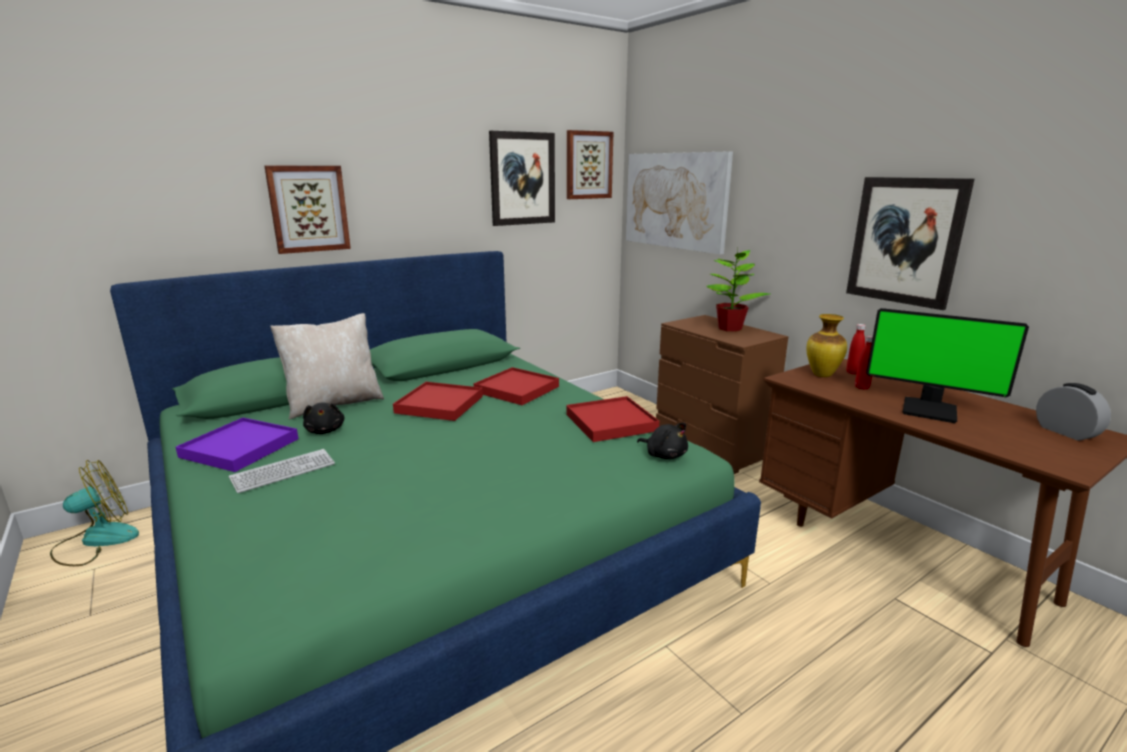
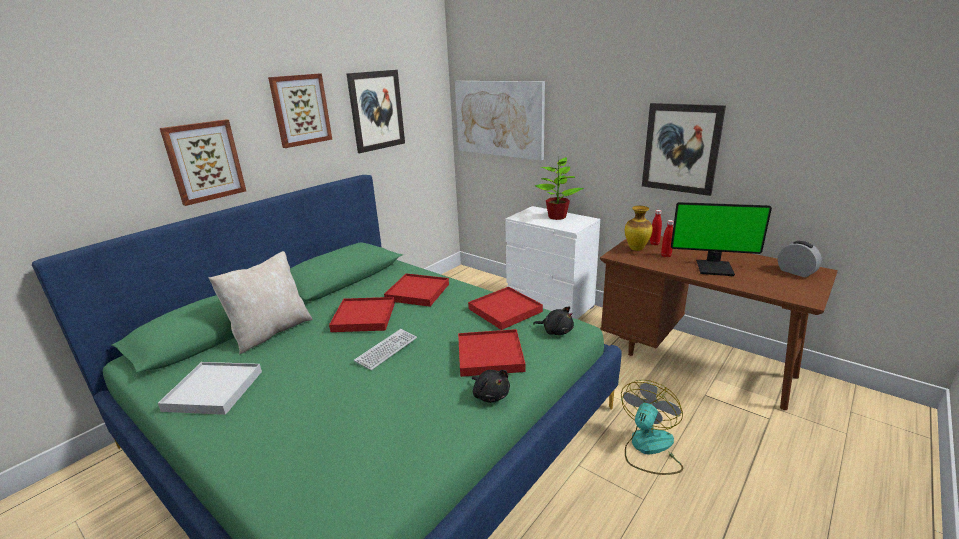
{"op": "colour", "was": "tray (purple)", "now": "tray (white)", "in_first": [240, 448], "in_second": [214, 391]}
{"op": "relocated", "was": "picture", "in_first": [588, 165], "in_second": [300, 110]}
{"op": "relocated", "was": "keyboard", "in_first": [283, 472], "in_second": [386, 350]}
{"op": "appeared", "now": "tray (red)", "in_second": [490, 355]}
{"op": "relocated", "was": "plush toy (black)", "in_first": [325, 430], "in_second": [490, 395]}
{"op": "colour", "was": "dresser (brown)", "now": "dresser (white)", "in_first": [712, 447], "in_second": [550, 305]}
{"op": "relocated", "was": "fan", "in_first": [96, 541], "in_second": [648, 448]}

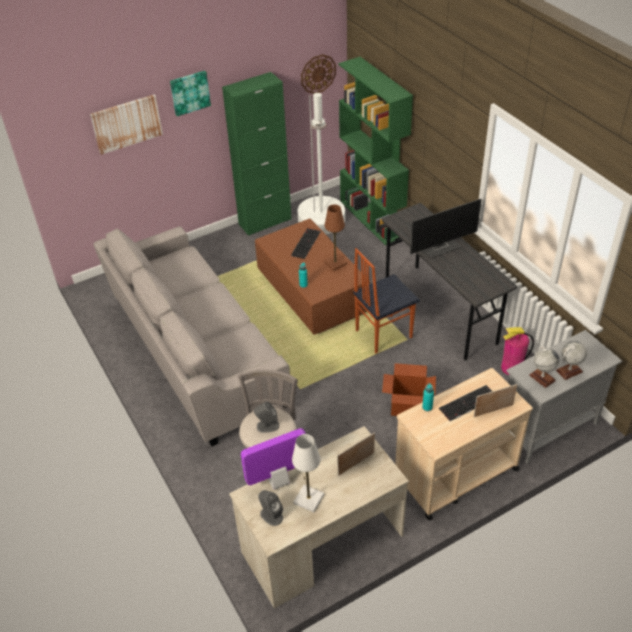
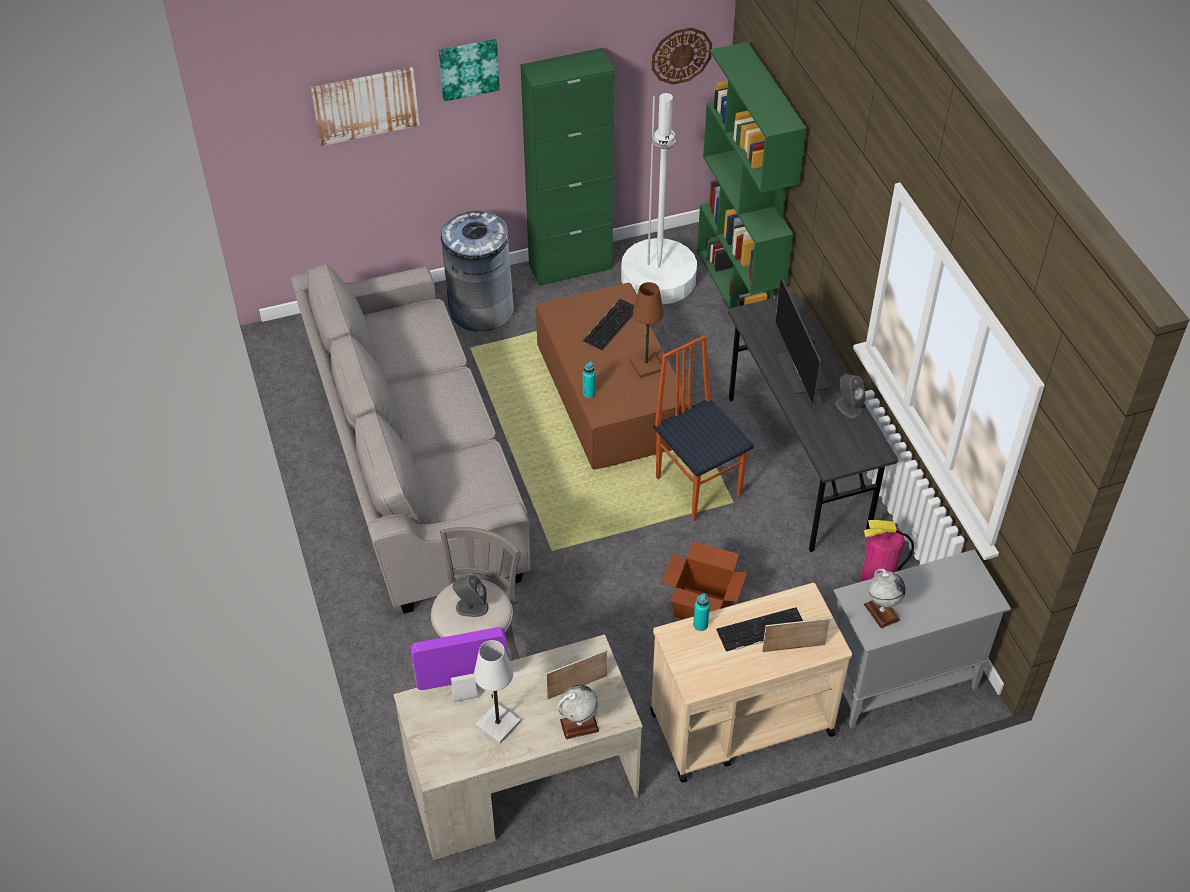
{"op": "appeared", "now": "trash can (grey)", "in_second": [481, 309]}
{"op": "relocated", "was": "globe", "in_first": [569, 371], "in_second": [579, 725]}
{"op": "spun", "was": "chair", "in_first": [382, 333], "in_second": [699, 485], "clockwise": 75}
{"op": "spun", "was": "monitor", "in_first": [440, 246], "in_second": [803, 373], "clockwise": 90}
{"op": "relocated", "was": "speaker (grey)", "in_first": [271, 515], "in_second": [848, 407]}

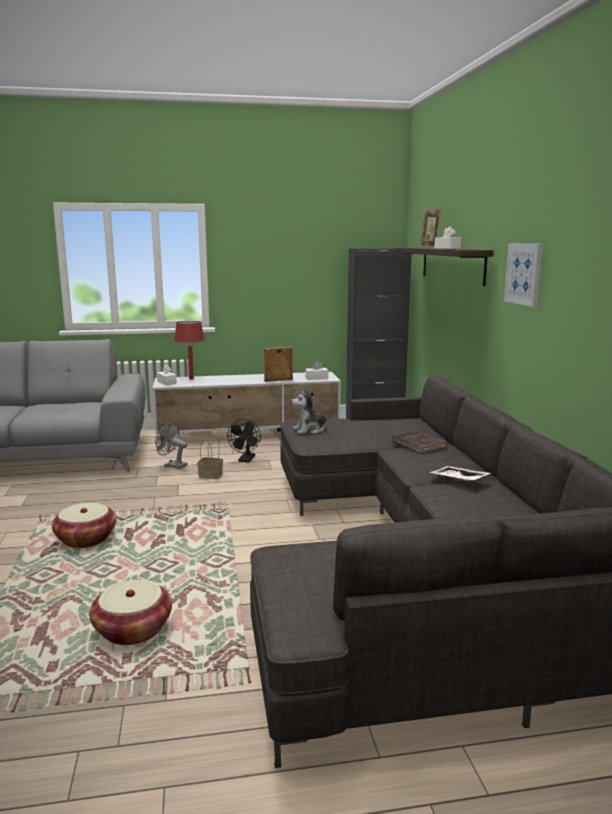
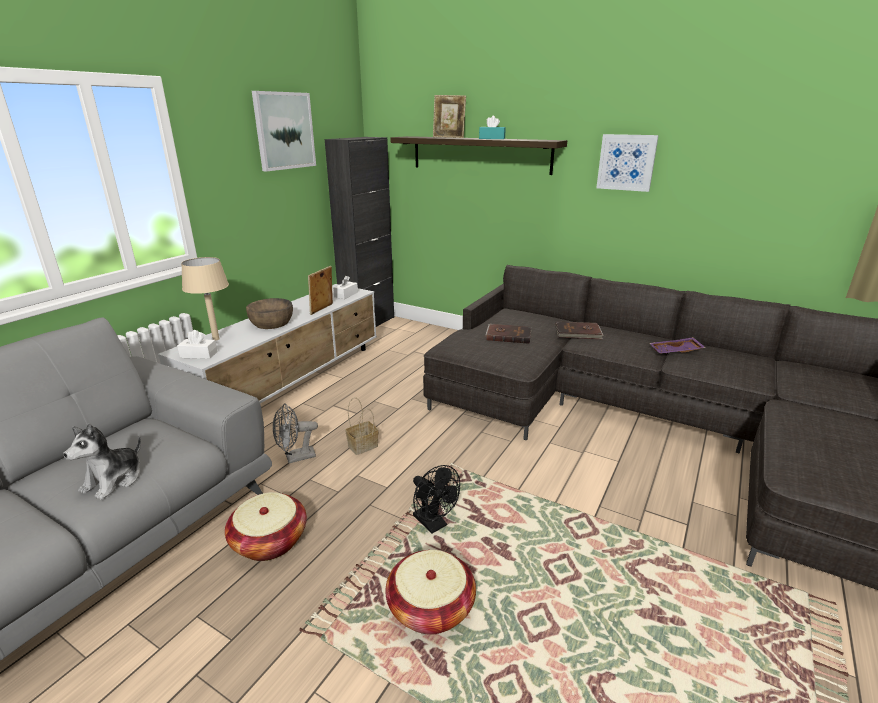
{"op": "relocated", "was": "plush toy", "in_first": [310, 430], "in_second": [114, 480]}
{"op": "colour", "was": "table lamp (red)", "now": "table lamp (beige)", "in_first": [191, 379], "in_second": [216, 339]}
{"op": "relocated", "was": "basket", "in_first": [133, 630], "in_second": [269, 541]}
{"op": "appeared", "now": "bowl (brown)", "in_second": [271, 323]}
{"op": "appeared", "now": "picture", "in_second": [284, 131]}
{"op": "relocated", "was": "fan (black)", "in_first": [246, 460], "in_second": [433, 524]}
{"op": "colour", "was": "tissue box (white)", "now": "tissue box (turquoise)", "in_first": [447, 248], "in_second": [492, 138]}
{"op": "appeared", "now": "book (brown)", "in_second": [508, 335]}
{"op": "colour", "was": "tray (white)", "now": "tray (purple)", "in_first": [458, 480], "in_second": [676, 352]}

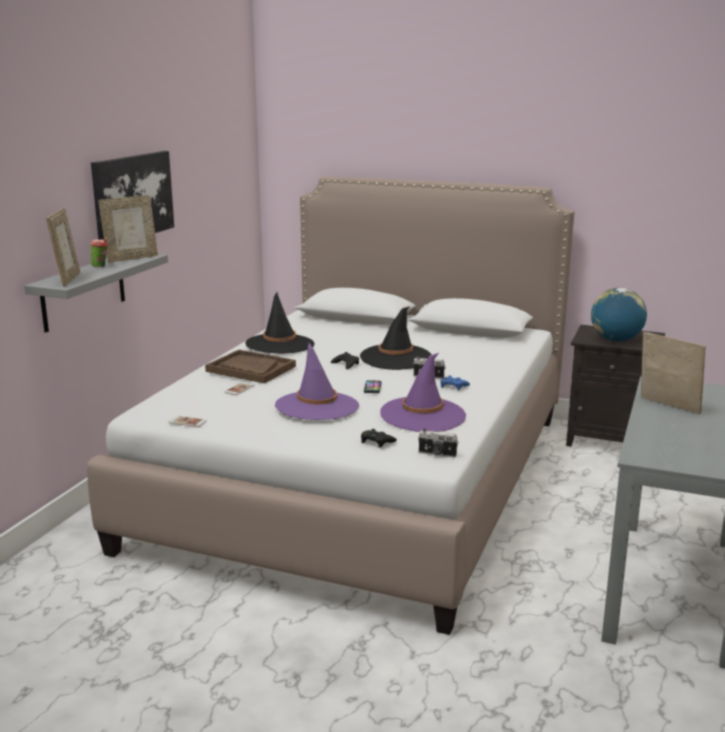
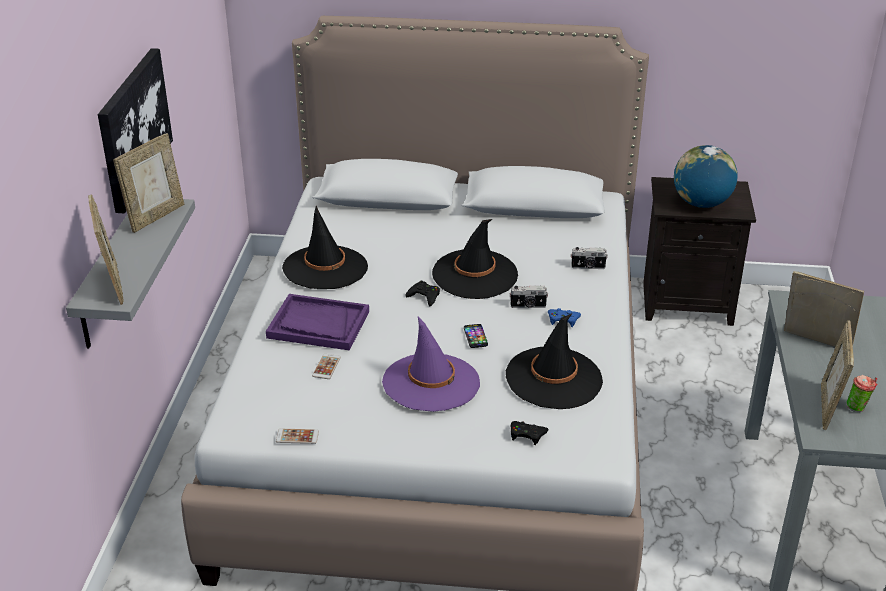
{"op": "colour", "was": "tray (brown)", "now": "tray (purple)", "in_first": [250, 369], "in_second": [318, 324]}
{"op": "colour", "was": "hat (purple)", "now": "hat (black)", "in_first": [423, 415], "in_second": [554, 378]}
{"op": "relocated", "was": "photo camera", "in_first": [437, 454], "in_second": [588, 267]}
{"op": "appeared", "now": "picture frame", "in_second": [828, 407]}
{"op": "relocated", "was": "cup", "in_first": [101, 267], "in_second": [858, 407]}

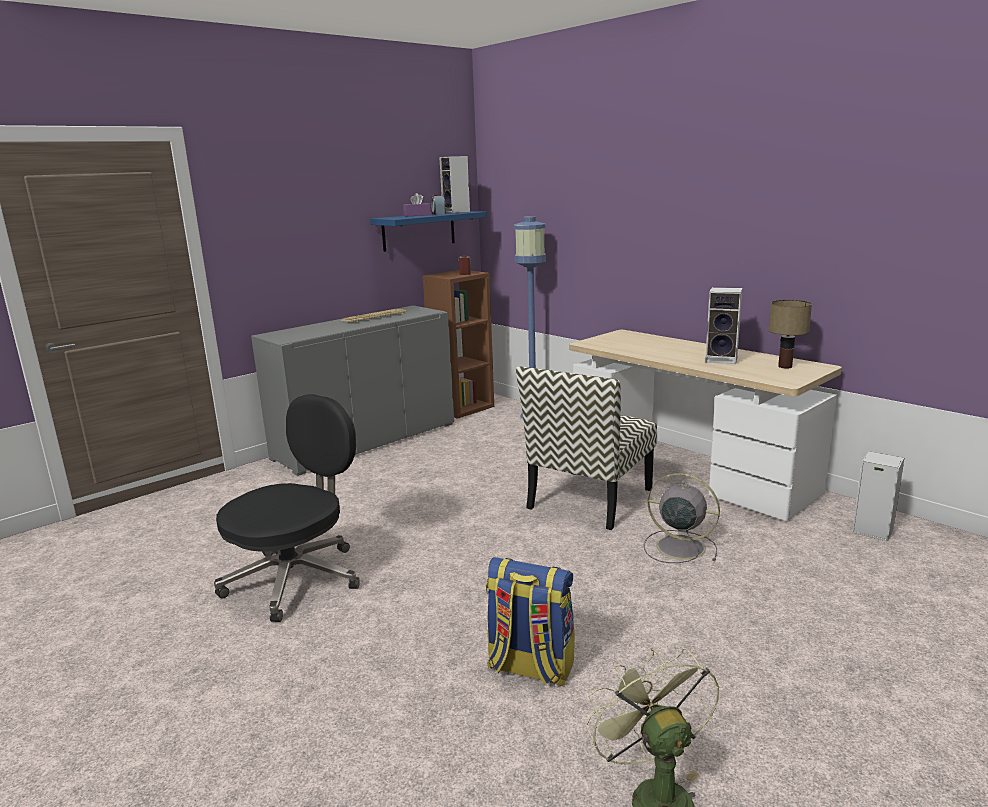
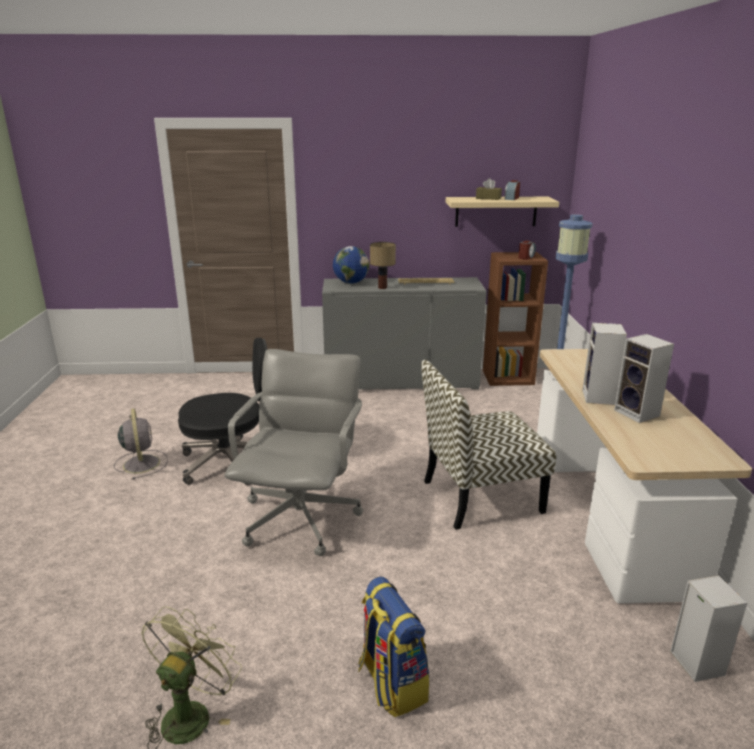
{"op": "relocated", "was": "fan (grey)", "in_first": [678, 547], "in_second": [141, 463]}
{"op": "appeared", "now": "office chair (grey)", "in_second": [301, 518]}
{"op": "appeared", "now": "globe", "in_second": [351, 282]}
{"op": "relocated", "was": "backpack", "in_first": [530, 667], "in_second": [391, 683]}
{"op": "relocated", "was": "table lamp", "in_first": [785, 367], "in_second": [382, 288]}
{"op": "colour", "was": "shelf (blue)", "now": "shelf (beige)", "in_first": [419, 230], "in_second": [496, 211]}
{"op": "colour", "was": "tissue box (purple)", "now": "tissue box (brown)", "in_first": [417, 215], "in_second": [488, 198]}
{"op": "relocated", "was": "speaker", "in_first": [457, 212], "in_second": [599, 398]}

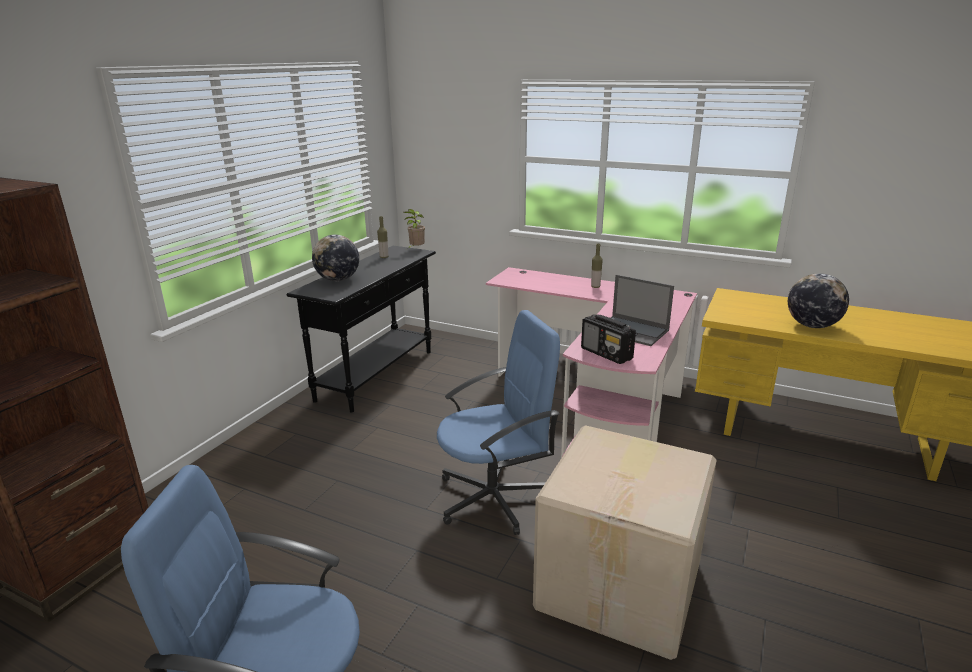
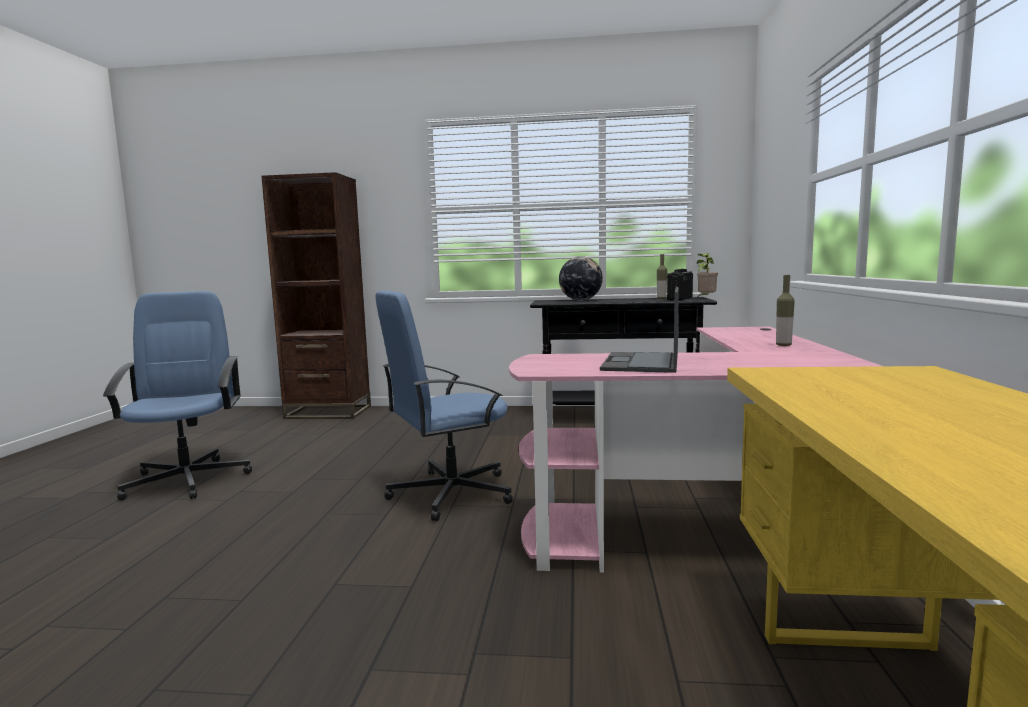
{"op": "spun", "was": "office chair (blue)", "in_first": [495, 498], "in_second": [449, 493], "clockwise": 105}
{"op": "relocated", "was": "radio", "in_first": [606, 354], "in_second": [679, 299]}
{"op": "missing", "was": "cardboard box", "in_first": [622, 585]}
{"op": "missing", "was": "globe", "in_first": [812, 326]}

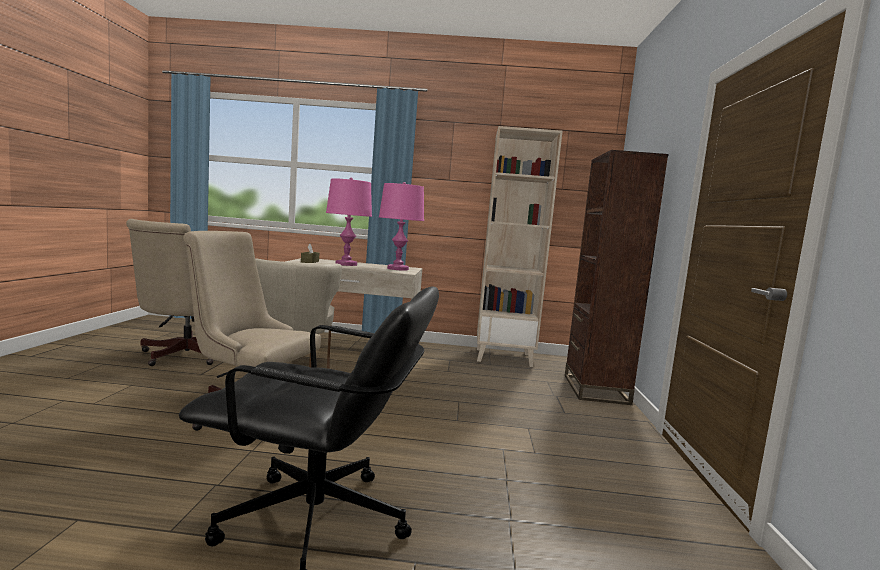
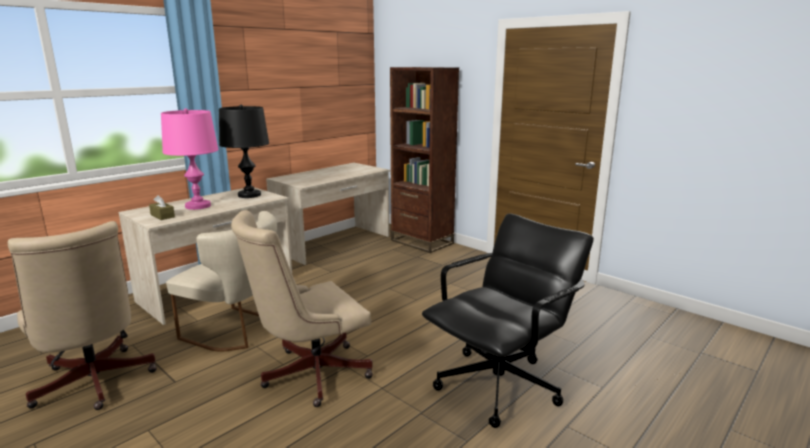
{"op": "colour", "was": "table lamp (pink)", "now": "table lamp (black)", "in_first": [397, 269], "in_second": [249, 195]}
{"op": "exchanged", "was": "bookcase (beige)", "now": "desk (beige)", "in_first": [504, 357], "in_second": [333, 243]}

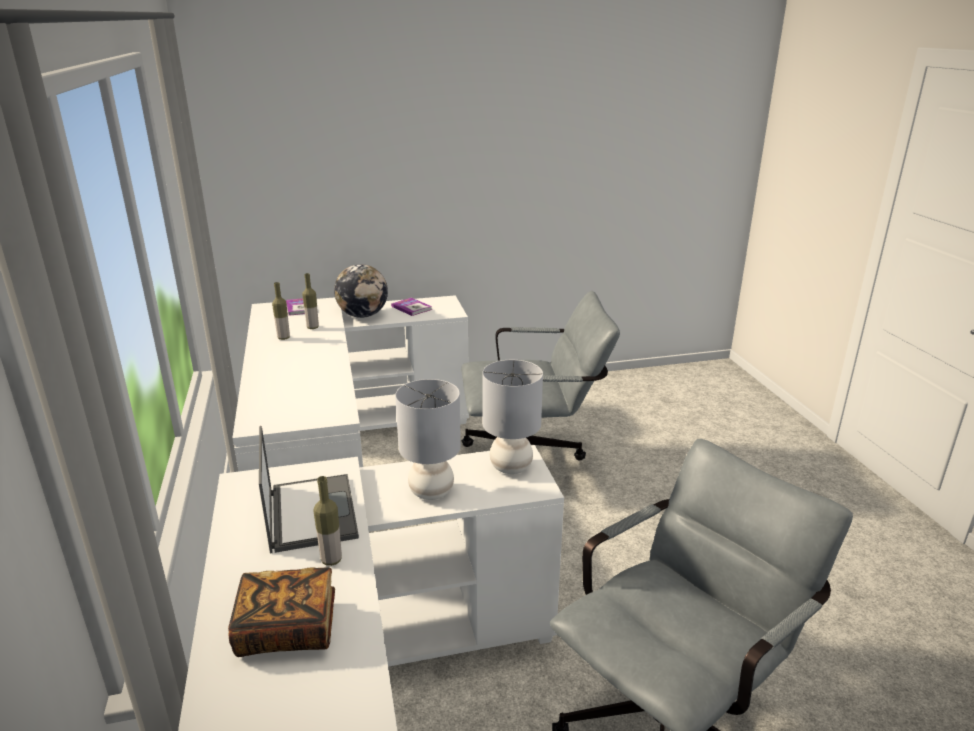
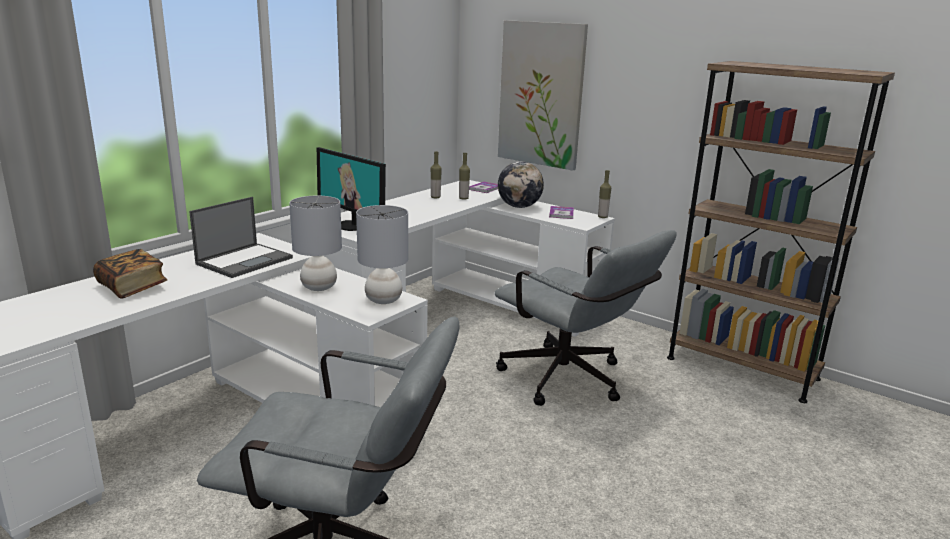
{"op": "appeared", "now": "monitor", "in_second": [353, 225]}
{"op": "appeared", "now": "picture", "in_second": [541, 94]}
{"op": "relocated", "was": "bottle", "in_first": [331, 560], "in_second": [602, 217]}
{"op": "appeared", "now": "bookcase (brown)", "in_second": [741, 368]}

